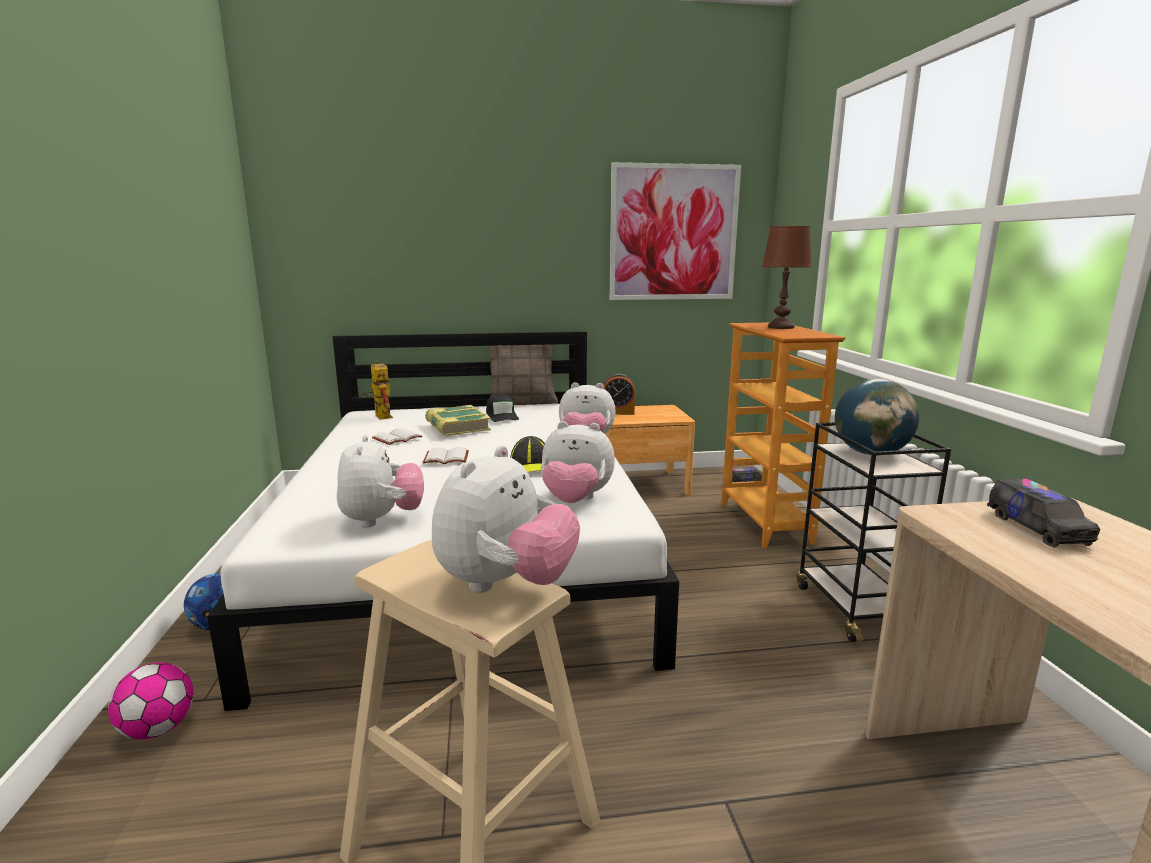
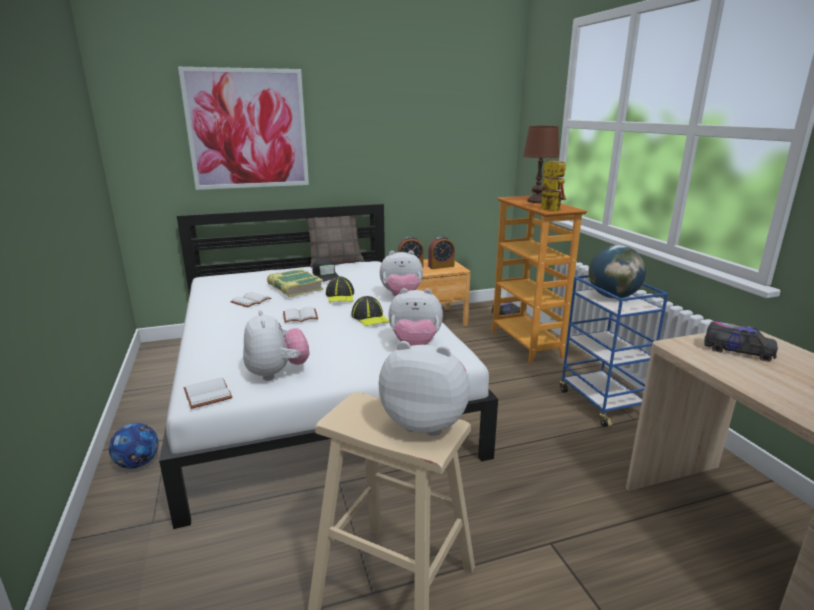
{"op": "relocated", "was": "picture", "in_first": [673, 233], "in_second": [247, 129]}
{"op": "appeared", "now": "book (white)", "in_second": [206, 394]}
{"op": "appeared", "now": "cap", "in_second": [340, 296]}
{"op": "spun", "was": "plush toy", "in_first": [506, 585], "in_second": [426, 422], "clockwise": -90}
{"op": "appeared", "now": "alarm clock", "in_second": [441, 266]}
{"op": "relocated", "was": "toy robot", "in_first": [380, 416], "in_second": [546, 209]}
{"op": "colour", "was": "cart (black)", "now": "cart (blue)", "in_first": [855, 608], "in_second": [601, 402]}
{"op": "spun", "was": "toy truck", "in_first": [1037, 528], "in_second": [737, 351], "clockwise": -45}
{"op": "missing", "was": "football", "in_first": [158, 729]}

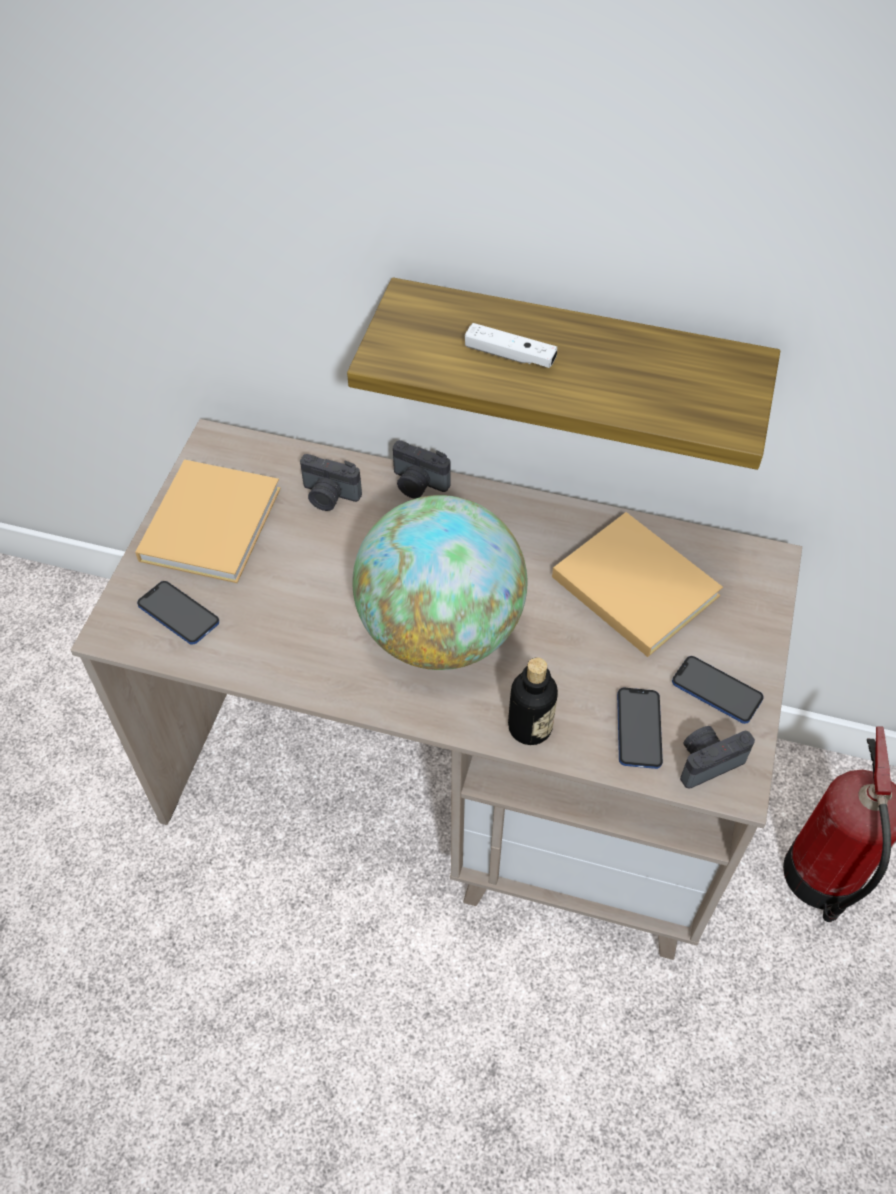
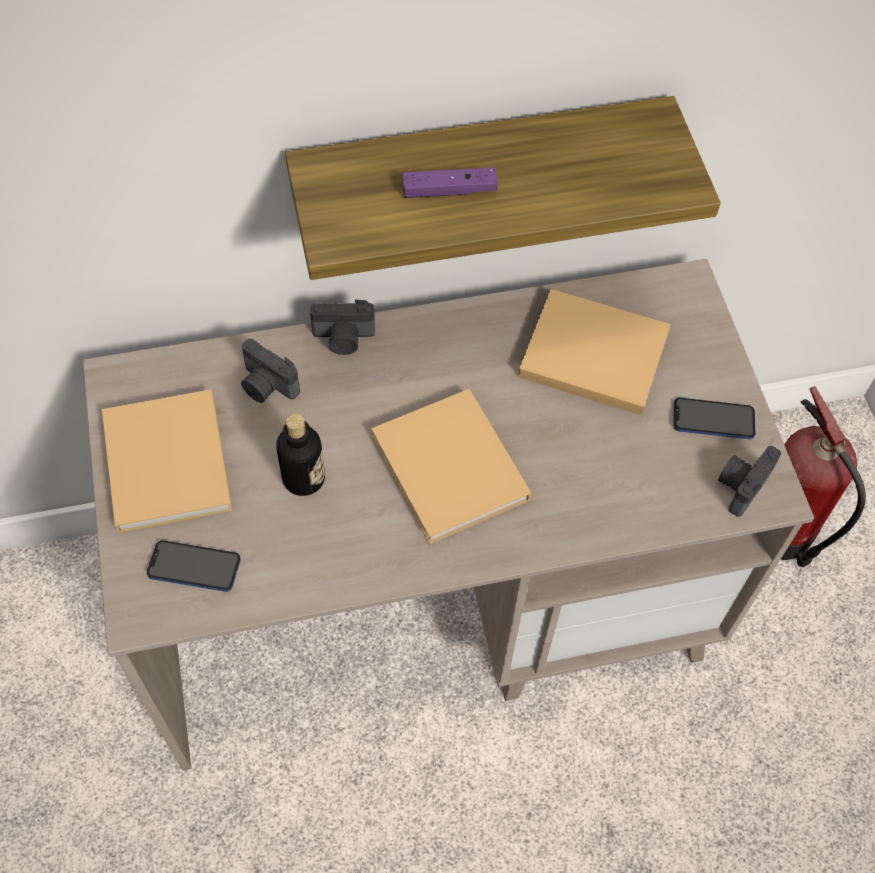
{"op": "spun", "was": "photo camera", "in_first": [329, 496], "in_second": [266, 386], "clockwise": 45}
{"op": "relocated", "was": "bottle", "in_first": [530, 727], "in_second": [303, 478]}
{"op": "exchanged", "was": "globe", "now": "book (beige)", "in_first": [440, 631], "in_second": [451, 472]}
{"op": "colour", "was": "game controller (white)", "now": "game controller (purple)", "in_first": [510, 355], "in_second": [449, 190]}
{"op": "missing", "was": "phone", "in_first": [639, 729]}

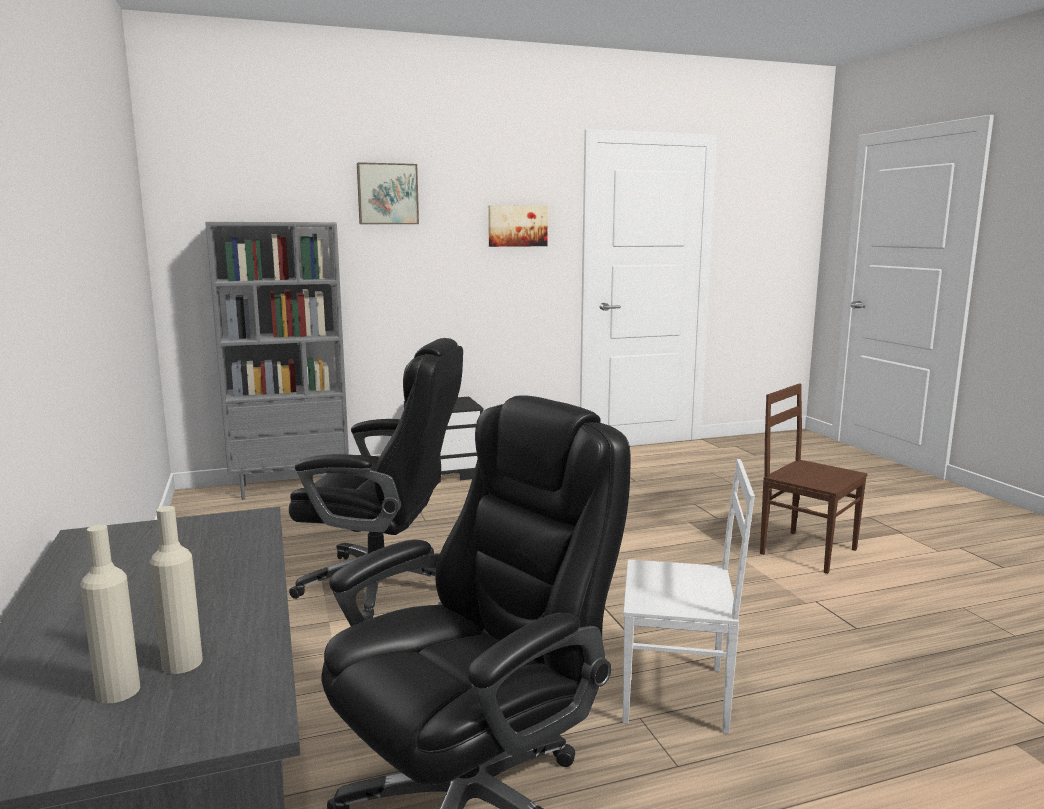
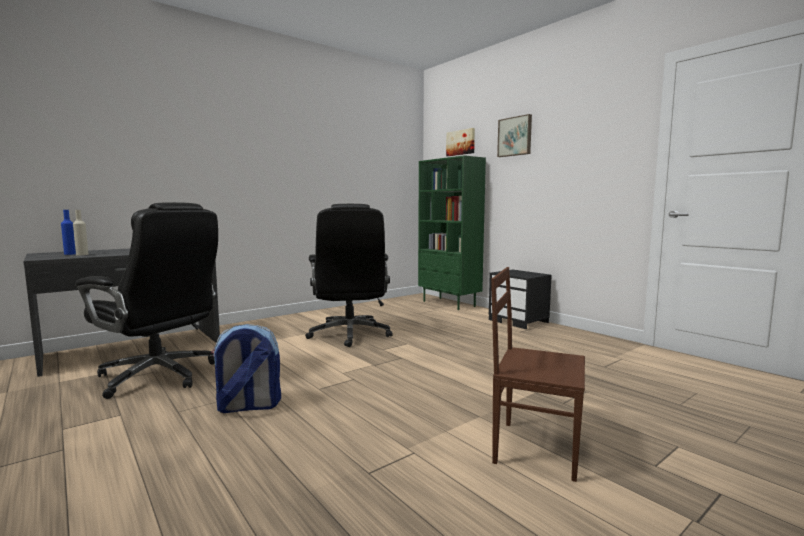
{"op": "colour", "was": "bottle (beige)", "now": "bottle (blue)", "in_first": [118, 691], "in_second": [70, 254]}
{"op": "exchanged", "was": "chair (white)", "now": "backpack", "in_first": [676, 695], "in_second": [248, 406]}
{"op": "colour", "was": "bookcase (grey)", "now": "bookcase (green)", "in_first": [291, 487], "in_second": [449, 304]}
{"op": "relocated", "was": "picture", "in_first": [517, 226], "in_second": [461, 142]}
{"op": "spun", "was": "chair (brown)", "in_first": [807, 550], "in_second": [535, 448], "clockwise": -90}

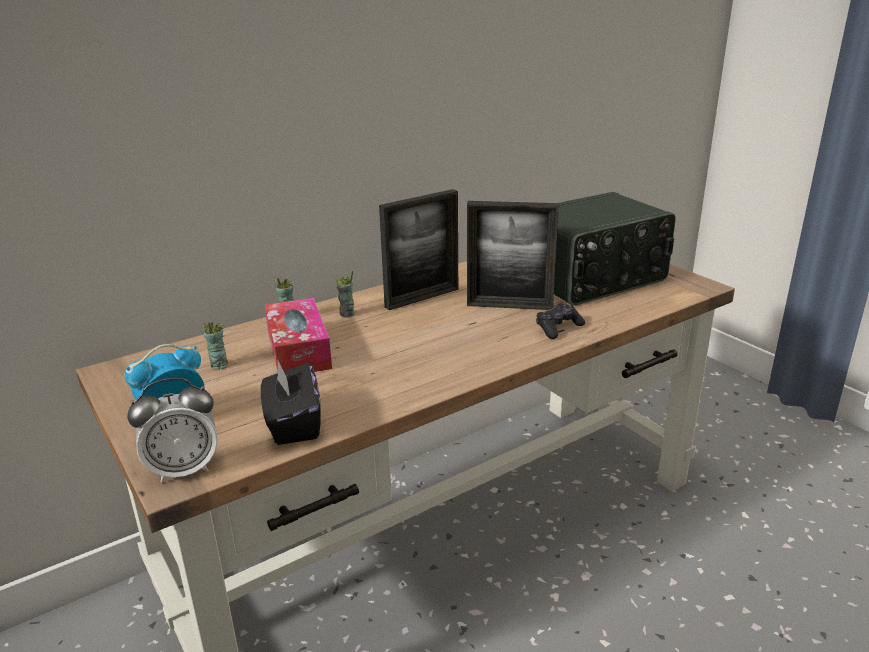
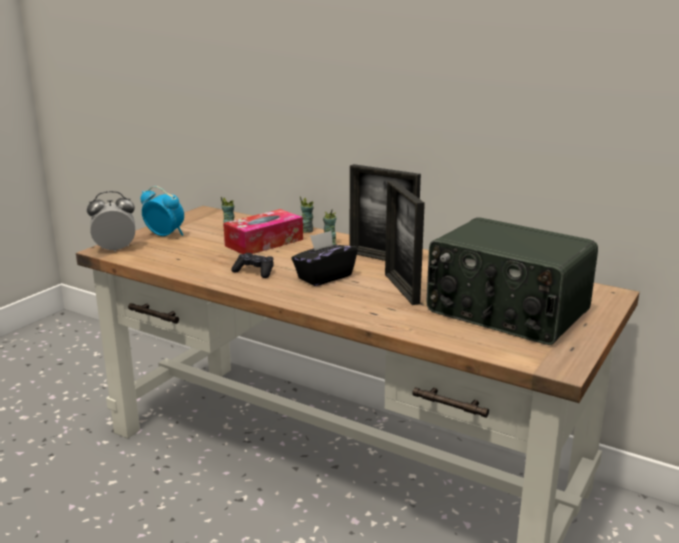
{"op": "spun", "was": "alarm clock", "in_first": [184, 469], "in_second": [115, 249], "clockwise": 120}
{"op": "relocated", "was": "game controller (black)", "in_first": [558, 328], "in_second": [254, 272]}
{"op": "relocated", "was": "tissue box (black)", "in_first": [293, 424], "in_second": [324, 277]}

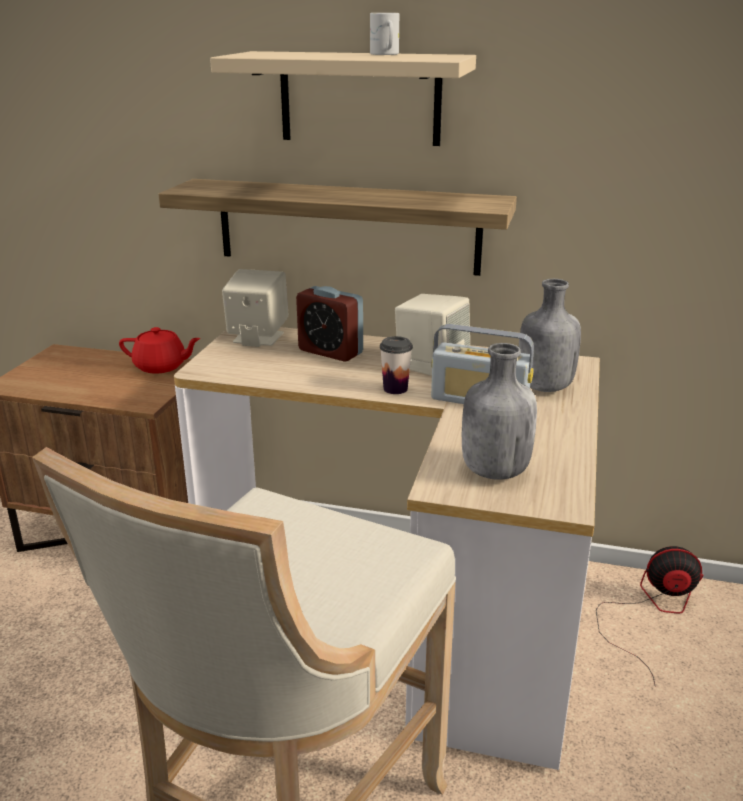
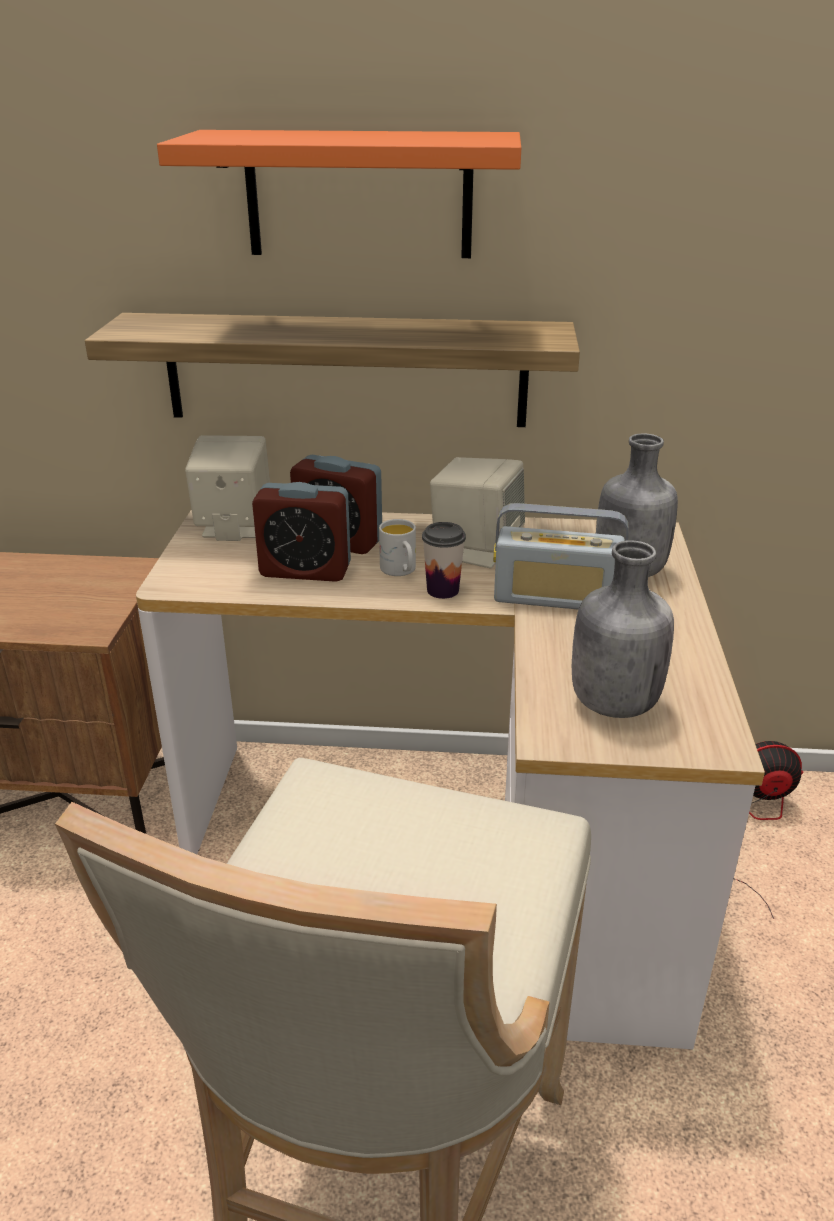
{"op": "colour", "was": "shelf (beige)", "now": "shelf (orange)", "in_first": [360, 98], "in_second": [359, 195]}
{"op": "appeared", "now": "alarm clock", "in_second": [305, 570]}
{"op": "relocated", "was": "mug (white)", "in_first": [385, 54], "in_second": [400, 571]}
{"op": "missing", "was": "teapot (red)", "in_first": [161, 367]}

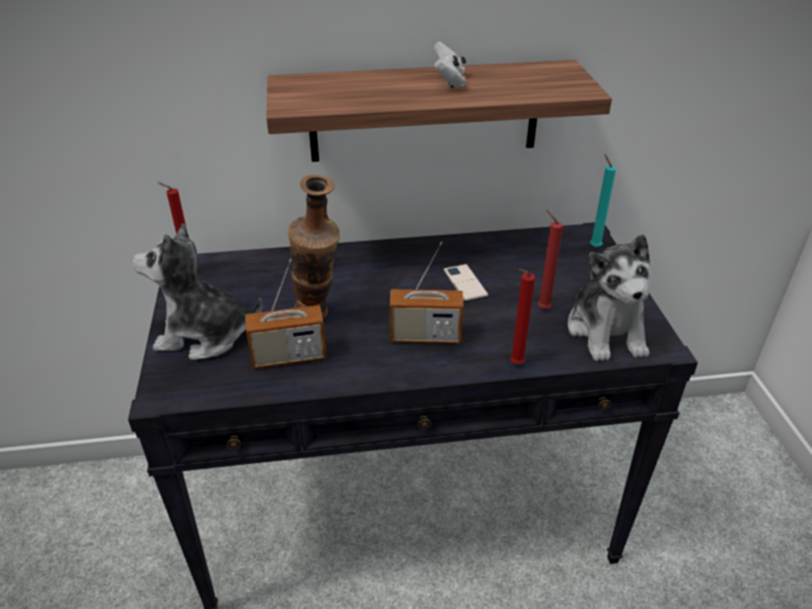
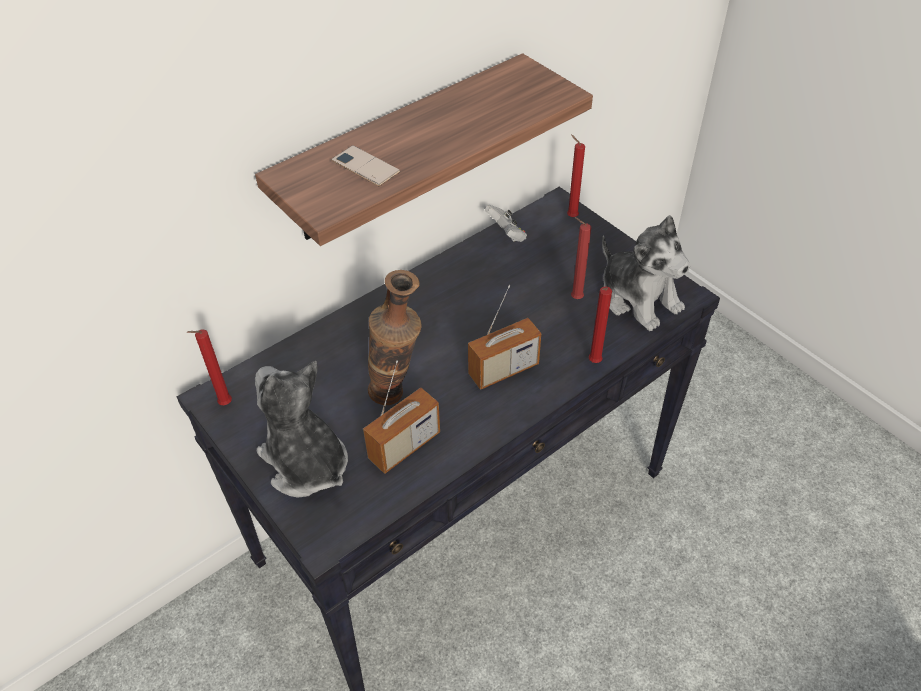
{"op": "spun", "was": "plush toy", "in_first": [204, 335], "in_second": [305, 463], "clockwise": 75}
{"op": "relocated", "was": "phone", "in_first": [465, 283], "in_second": [365, 166]}
{"op": "relocated", "was": "game controller (white)", "in_first": [449, 82], "in_second": [507, 234]}
{"op": "colour", "was": "candle (turquoise)", "now": "candle (red)", "in_first": [593, 246], "in_second": [570, 216]}

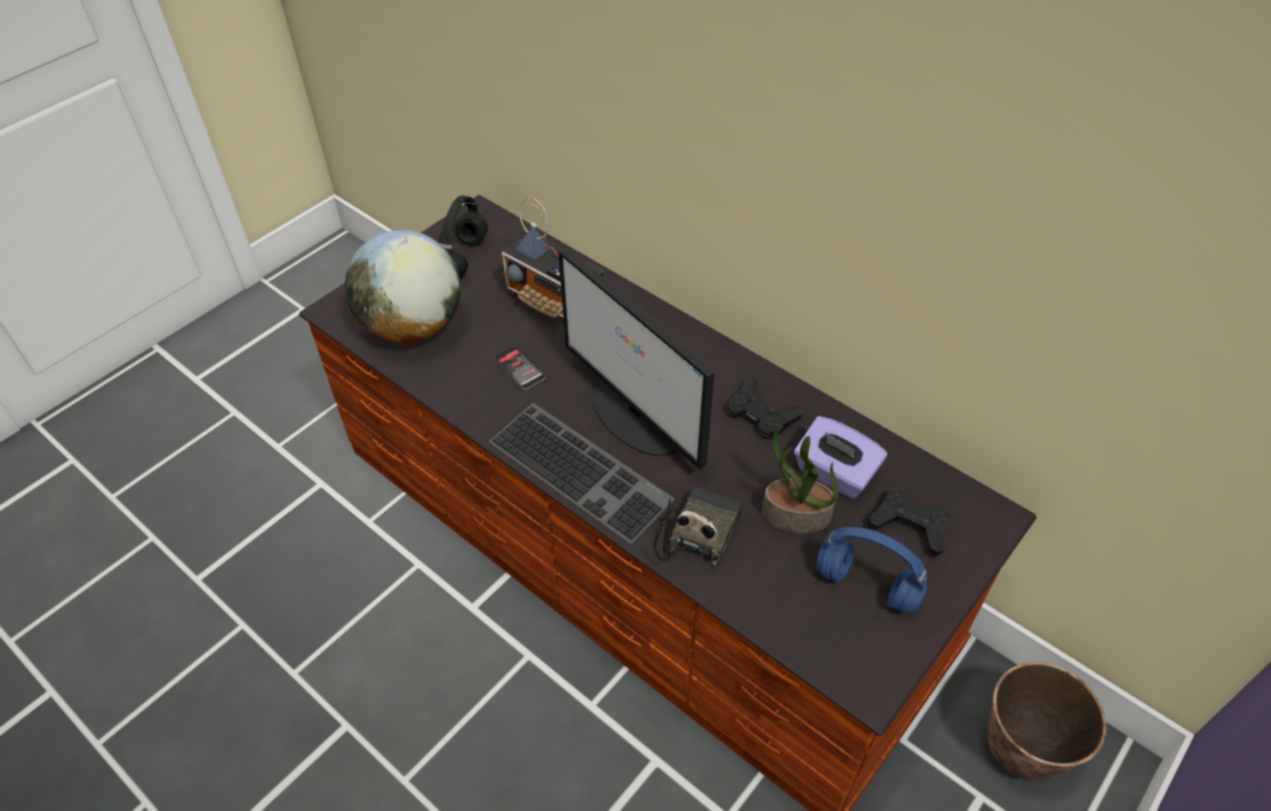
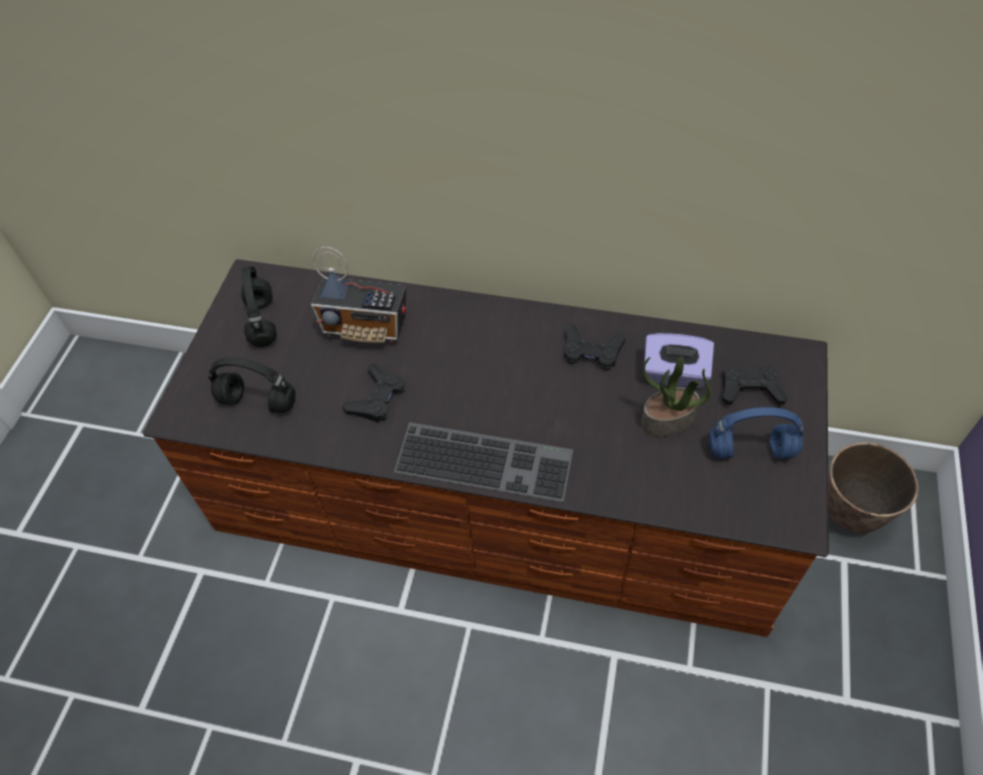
{"op": "exchanged", "was": "globe", "now": "headphones (black)", "in_first": [413, 327], "in_second": [259, 401]}
{"op": "exchanged", "was": "phone", "now": "game controller (black)", "in_first": [519, 368], "in_second": [377, 398]}
{"op": "missing", "was": "monitor", "in_first": [638, 418]}
{"op": "missing", "was": "radio", "in_first": [697, 533]}

